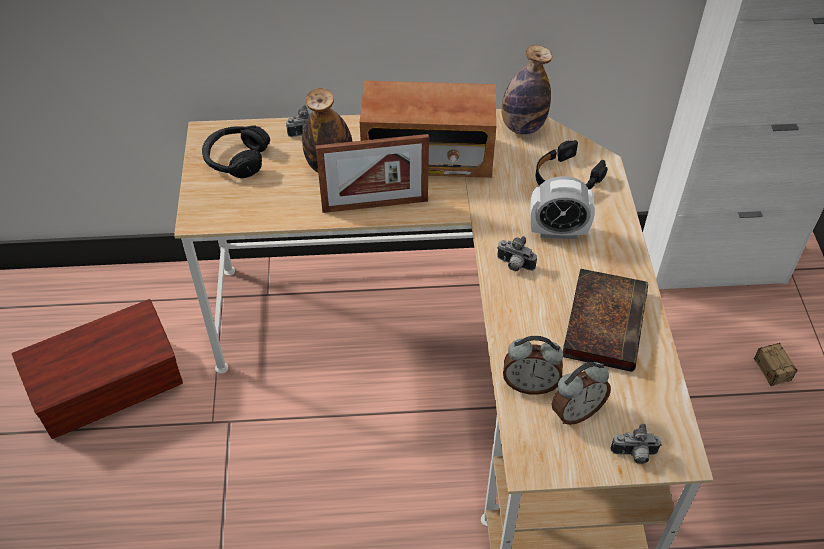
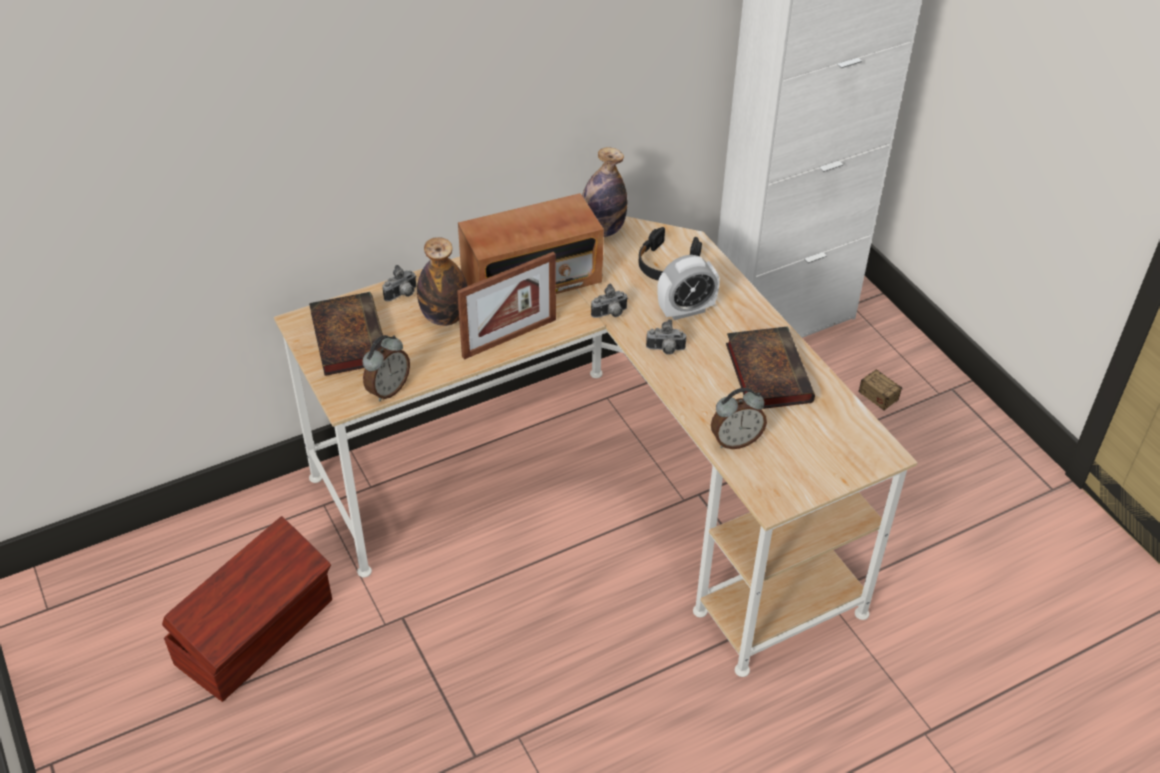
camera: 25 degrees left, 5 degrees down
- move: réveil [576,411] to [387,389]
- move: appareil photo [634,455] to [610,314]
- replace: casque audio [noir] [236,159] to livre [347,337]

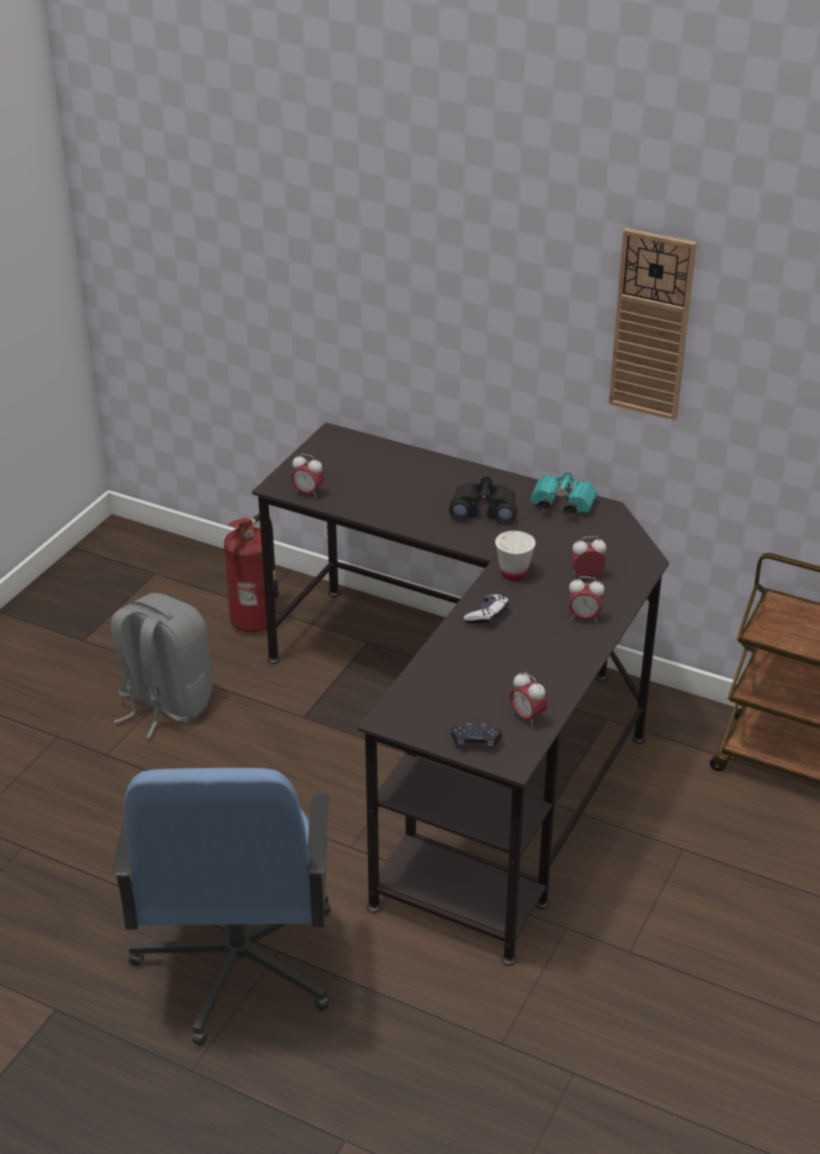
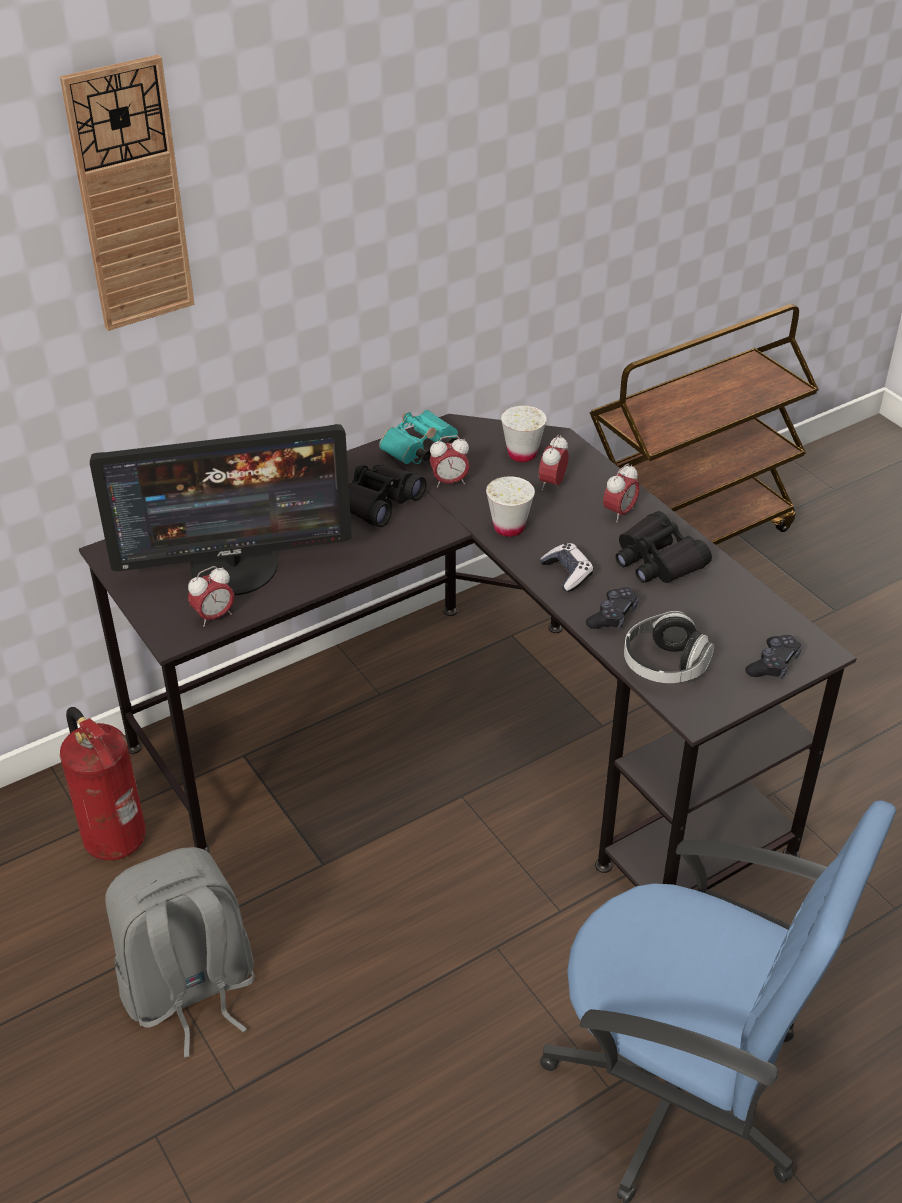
camera: 60 degrees left, 5 degrees up
- insert: écran d'ordinateur [235,566]
- insert: tasse [blanc] [522,454]
- insert: manette [noir] [612,616]
- insert: jumelles [noir] [657,560]
- insert: casque audio [664,665]
- move: réveil [527,717] to [449,482]
- move: horloge murale [651,325] to [130,197]

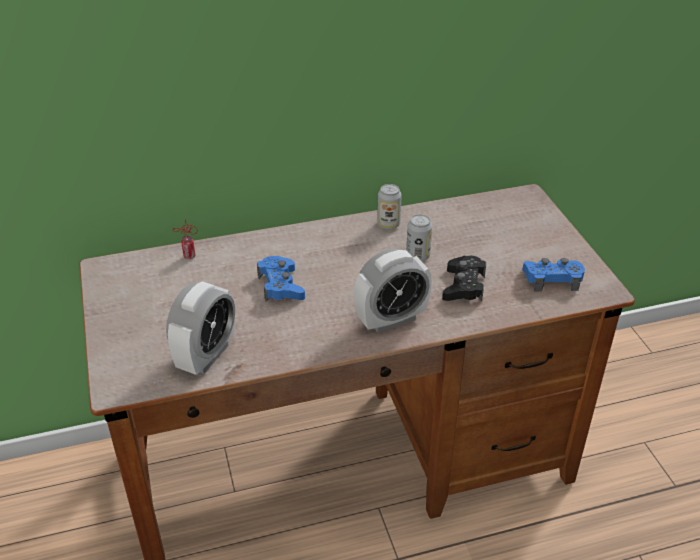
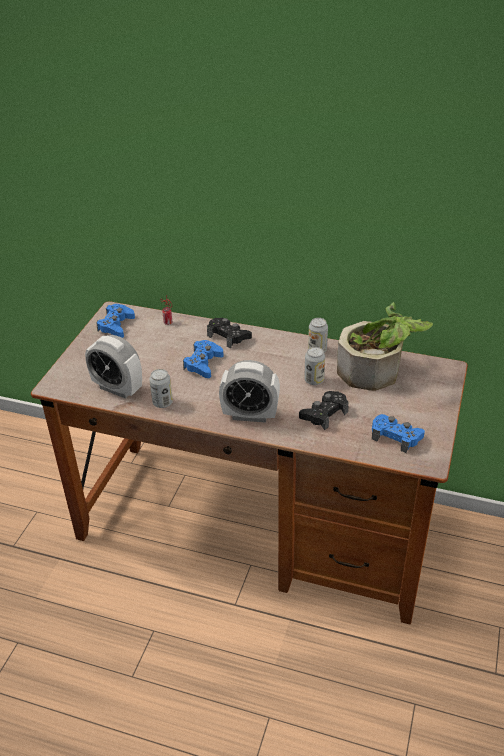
camera: 35 degrees right, 0 degrees up
- insert: manette [bleu] [116,325]
- insert: boîte métallique [162,403]
- insert: manette [noir] [228,336]
- insert: plante en pot [377,371]
- rotate: réveil [206,356] = [117,388] 60 degrees clockwise

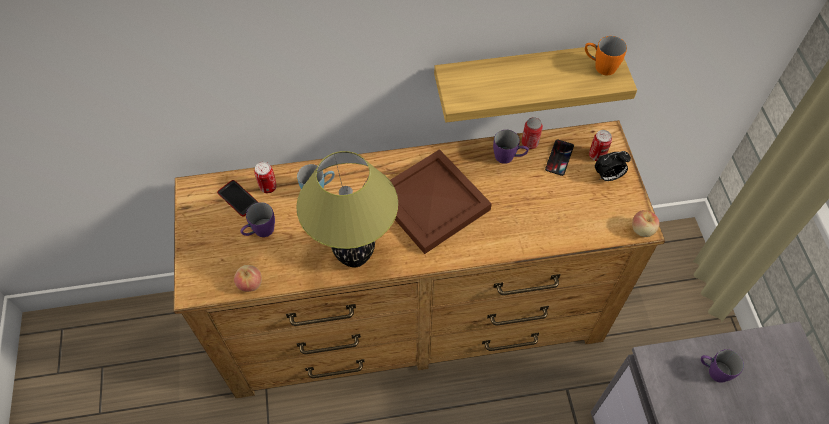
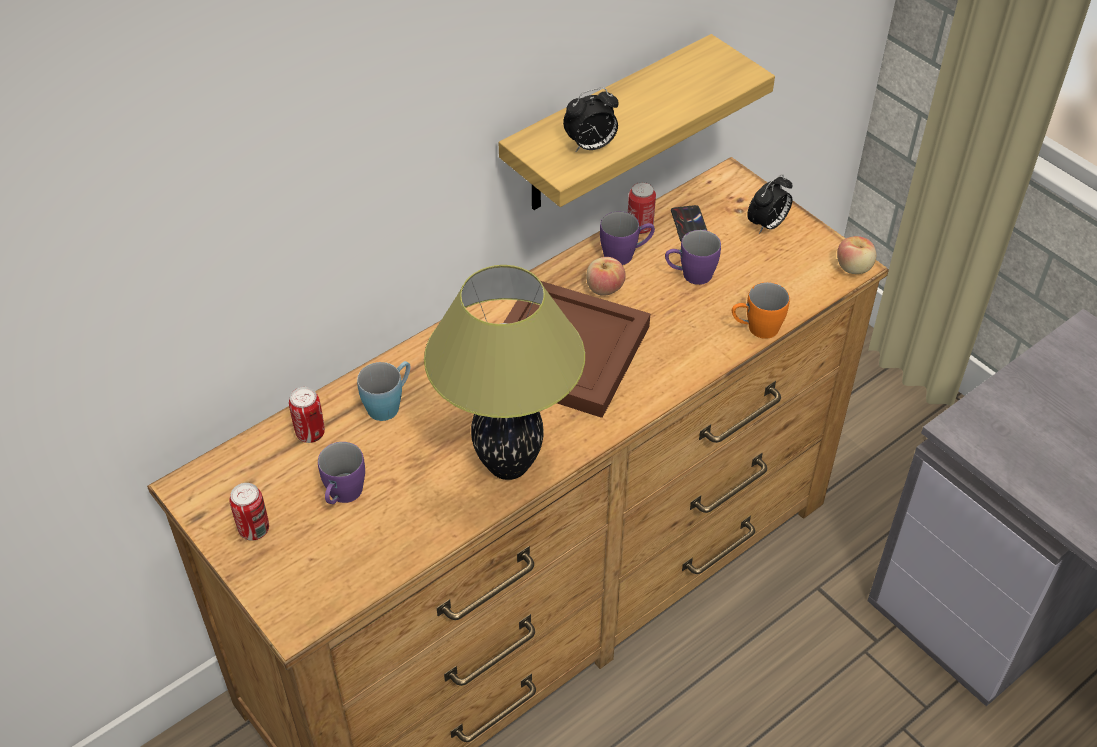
camera: 30 degrees left, 10 degrees down
- delete: téléphone [238,198]
- insert: réveil [591,146]
- move: pomme [250,284] to [604,289]
- move: mug [orange] [600,66] to [756,329]
- move: boîte métallique [596,155] to [254,529]
- move: mug [violet] [713,371] to [690,275]

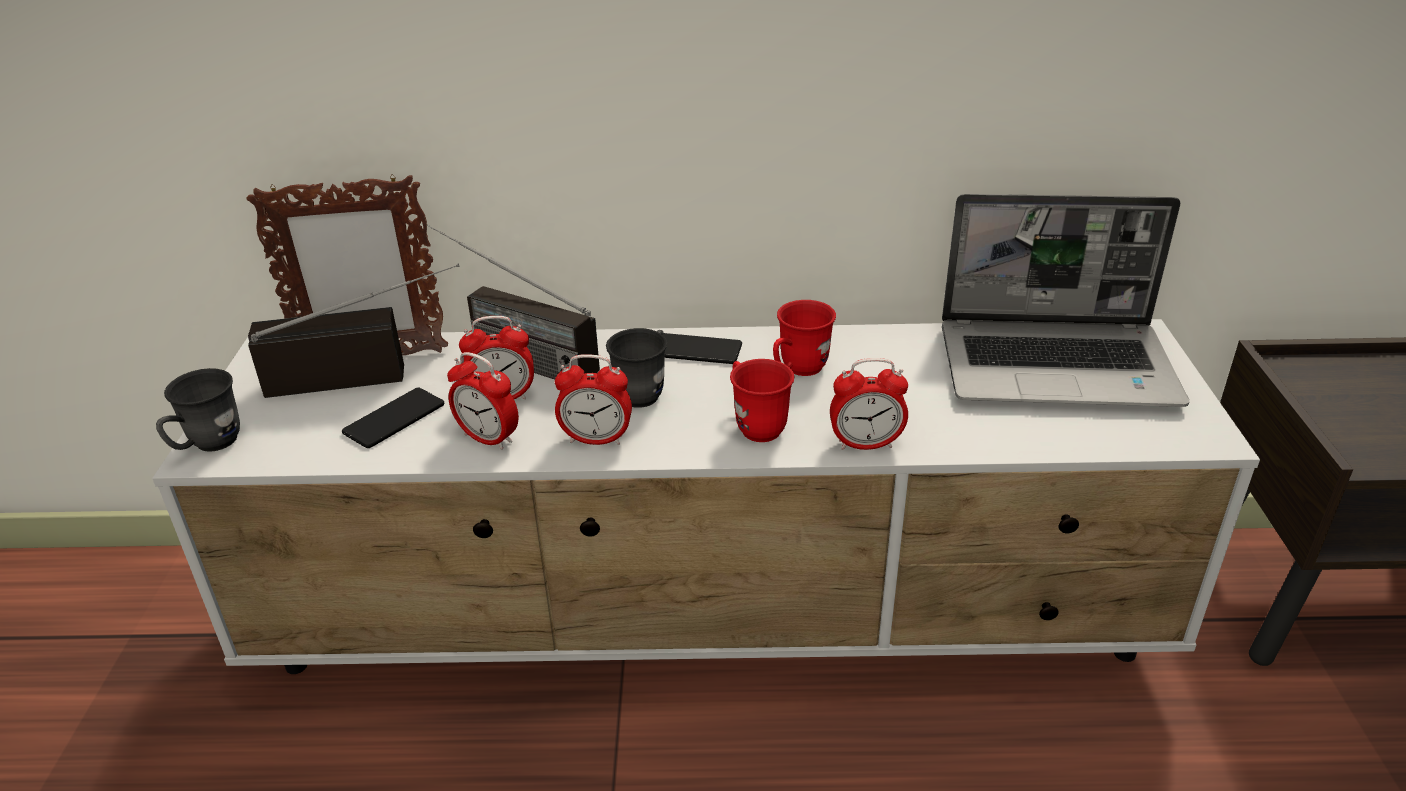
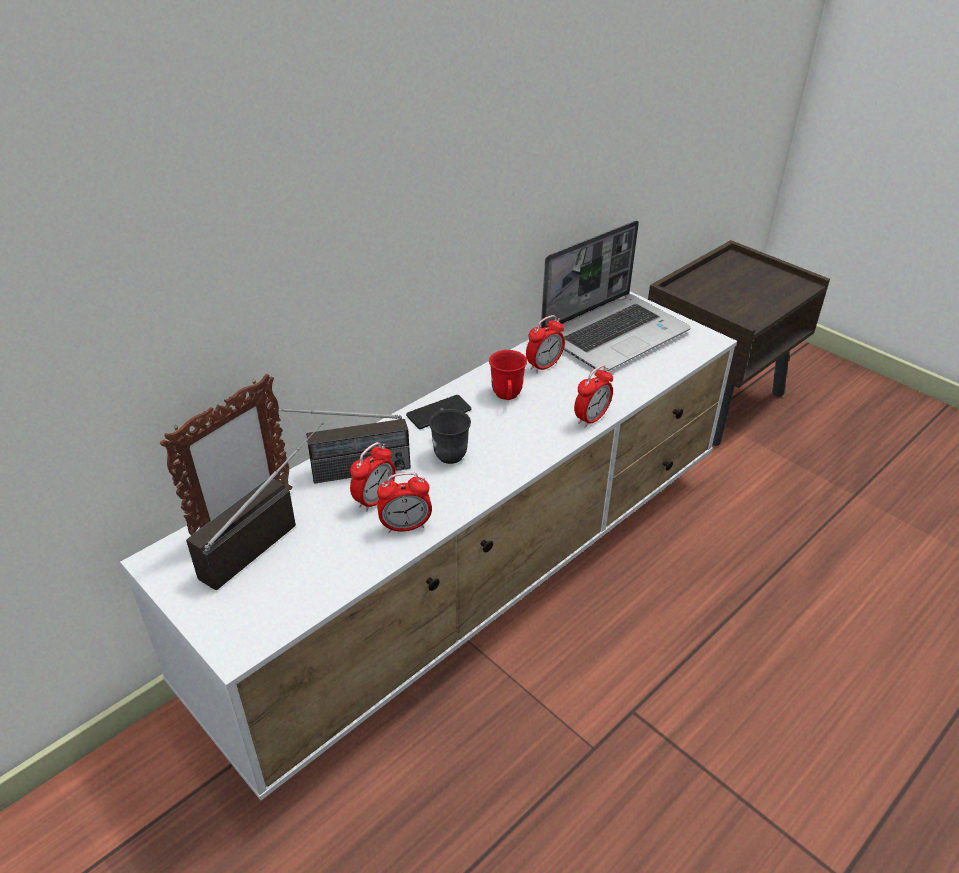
camera: 45 degrees left, 5 degrees up
- delete: mug [gris] [207,446]
- delete: téléphone [394,419]
- delete: mug [rouge] [755,425]
- move: réveil [596,439] to [544,366]

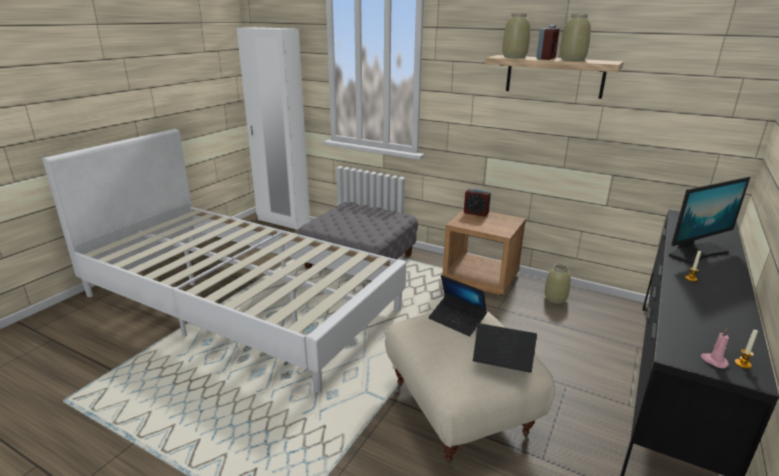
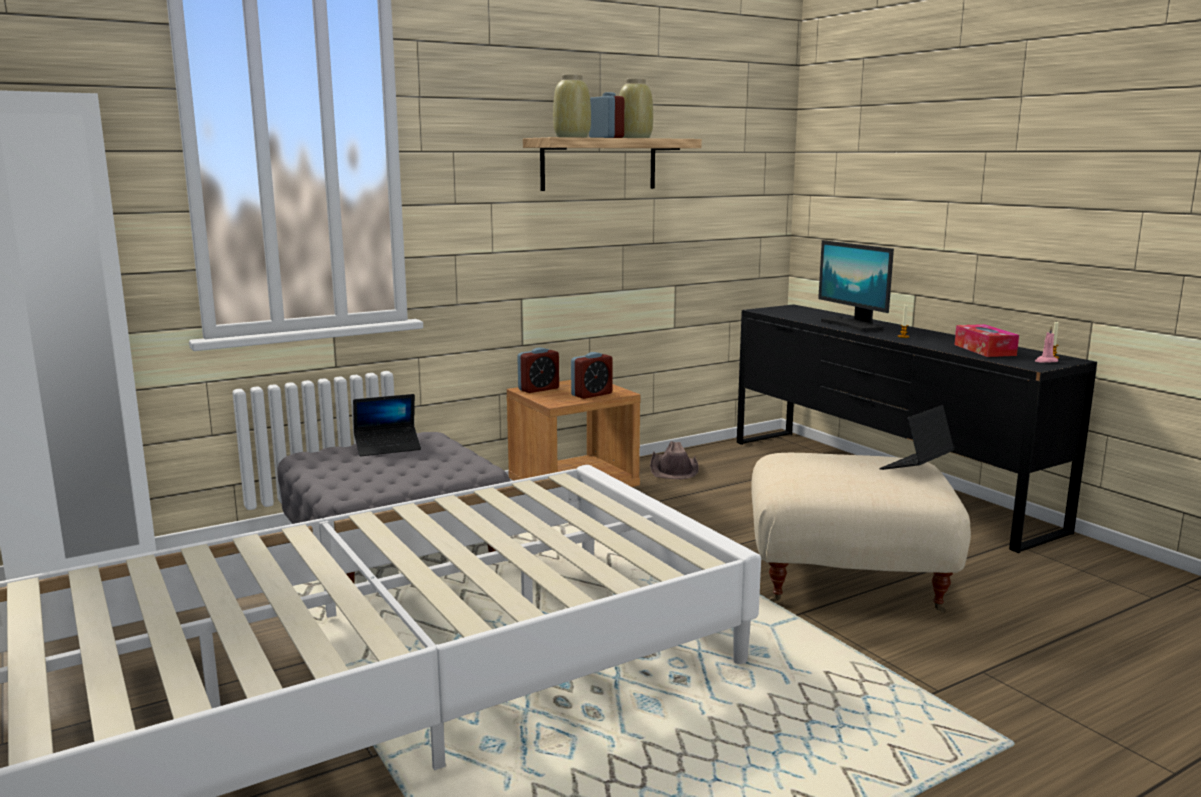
camera: 60 degrees left, 10 degrees down
- insert: réveil [591,394]
- insert: boîte à mouchoirs [984,350]
- move: ordinateur portable [457,320] to [388,447]
- replace: vase [beige] [555,298] to chapeau [marron] [673,469]
- rotate: écran d'ordinateur [696,253] = [852,325] 150 degrees clockwise

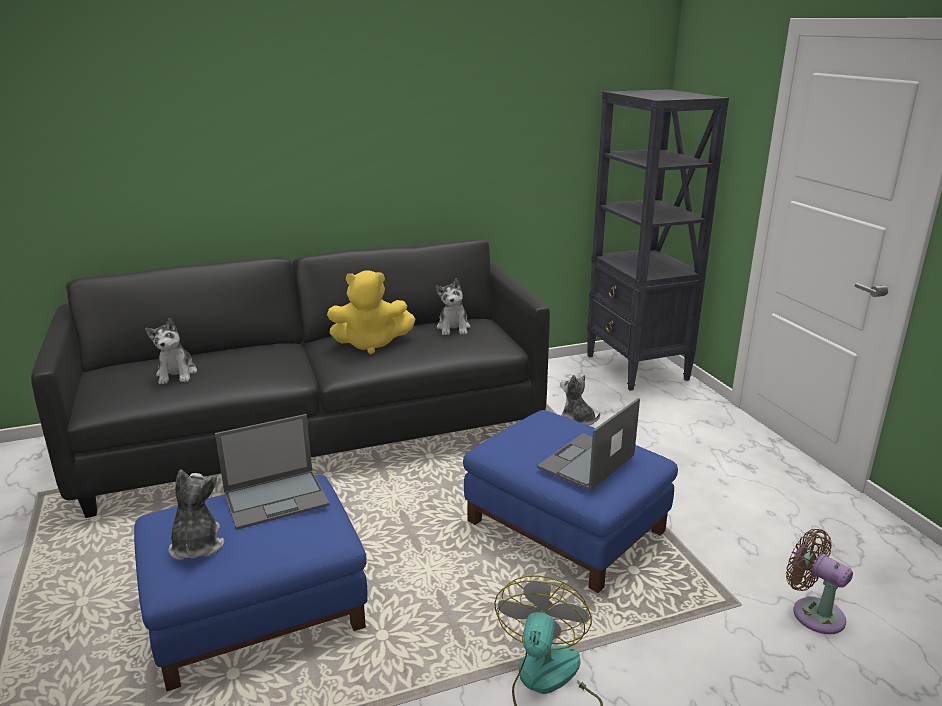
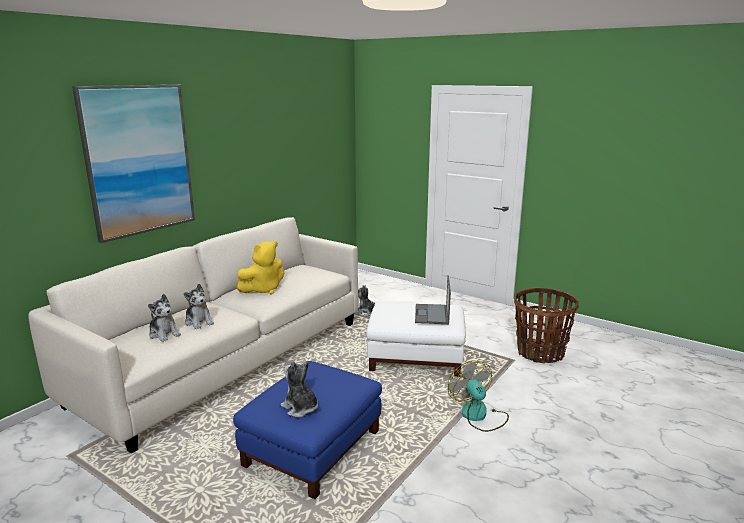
camera: 35 degrees left, 5 degrees down
- delete: ordinateur portable [277,498]
- delete: bibliothèque [noir] [637,368]
- insert: tableau [139,160]
- move: peluche [453,328] to [199,322]
- replace: ventilateur [marron] [813,612] to panier [540,353]
- recolor: canapé [noir] [315,433] to canapé [blanc] [227,360]
- recolor: pouf [bleu] [566,527] to pouf [blanc] [416,357]

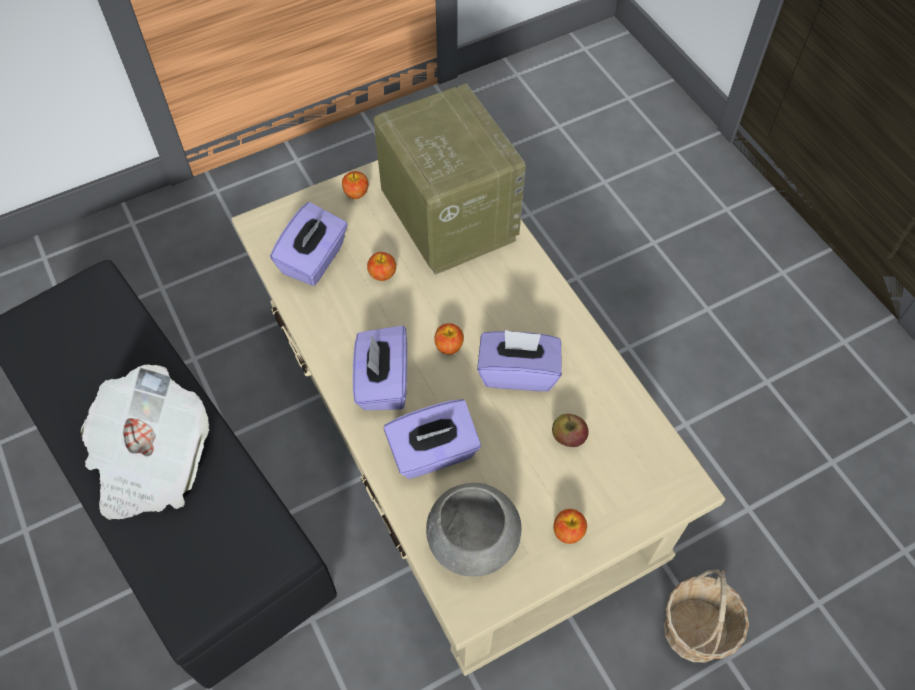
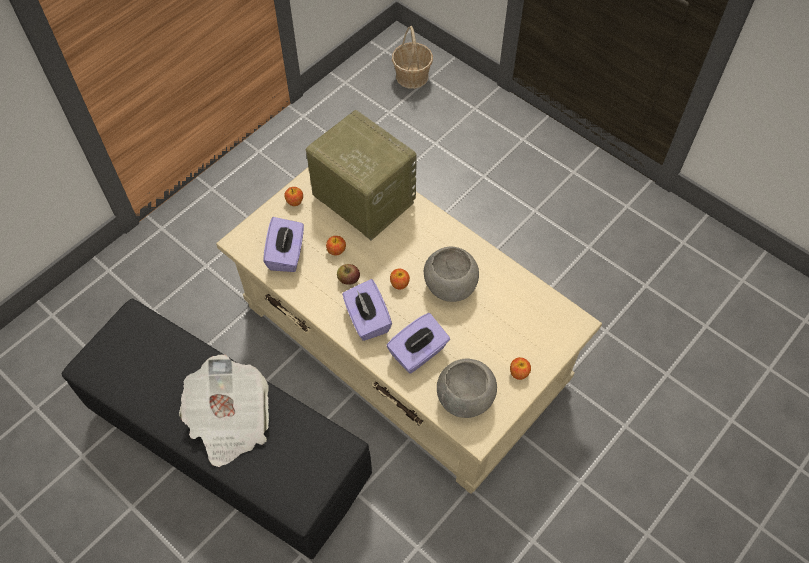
camera: 20 degrees left, 0 degrees up
- move: pomme [568,437] to [348,279]
- move: panier [696,629] to [412,76]
- replace: boîte à mouchoirs [violet] [518,372] to bol [gris] [449,286]

